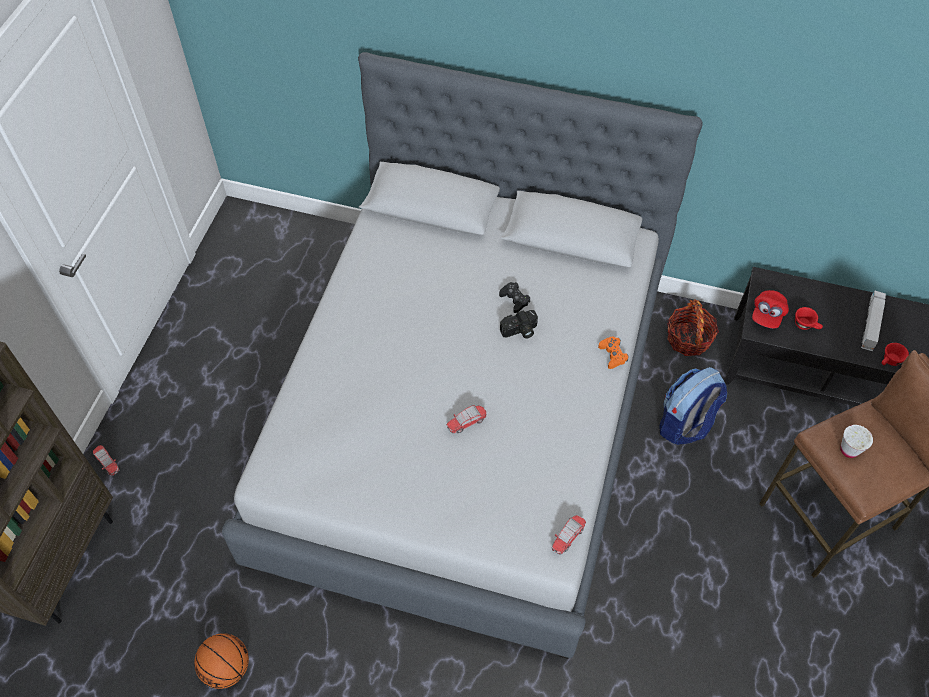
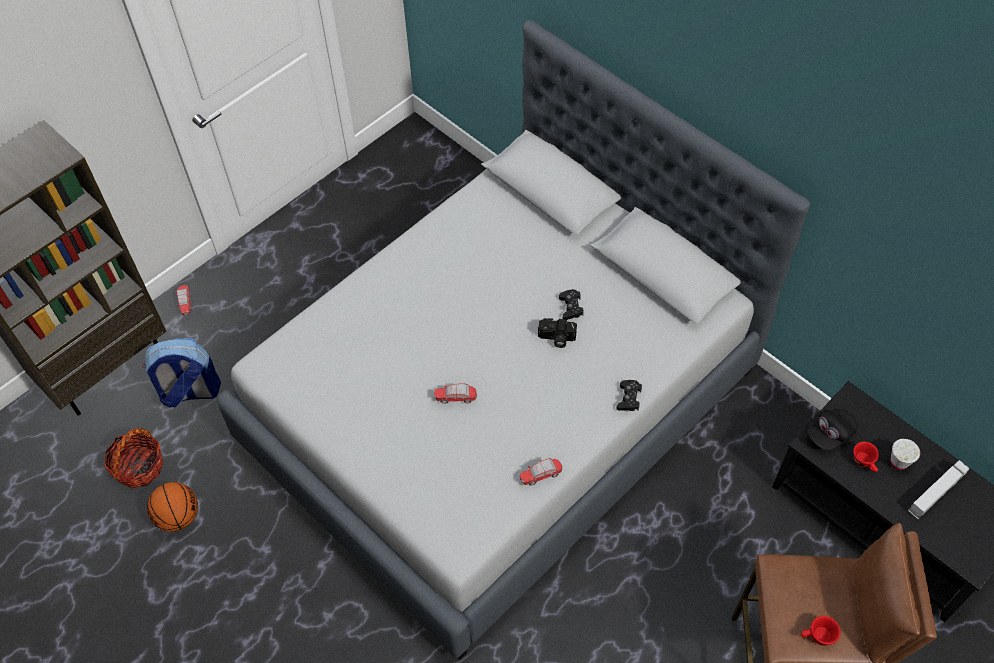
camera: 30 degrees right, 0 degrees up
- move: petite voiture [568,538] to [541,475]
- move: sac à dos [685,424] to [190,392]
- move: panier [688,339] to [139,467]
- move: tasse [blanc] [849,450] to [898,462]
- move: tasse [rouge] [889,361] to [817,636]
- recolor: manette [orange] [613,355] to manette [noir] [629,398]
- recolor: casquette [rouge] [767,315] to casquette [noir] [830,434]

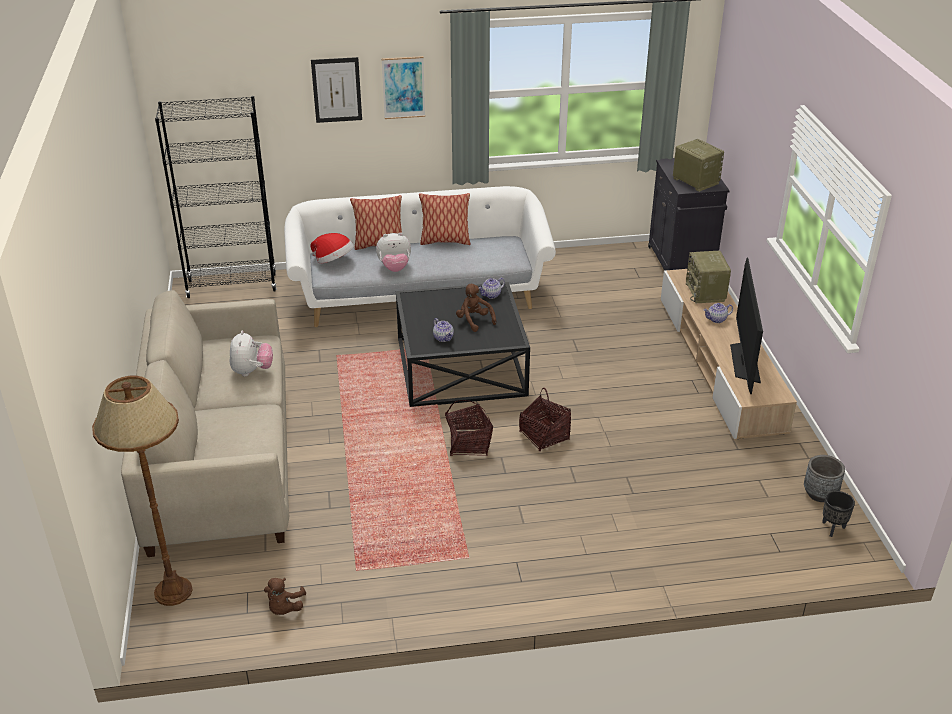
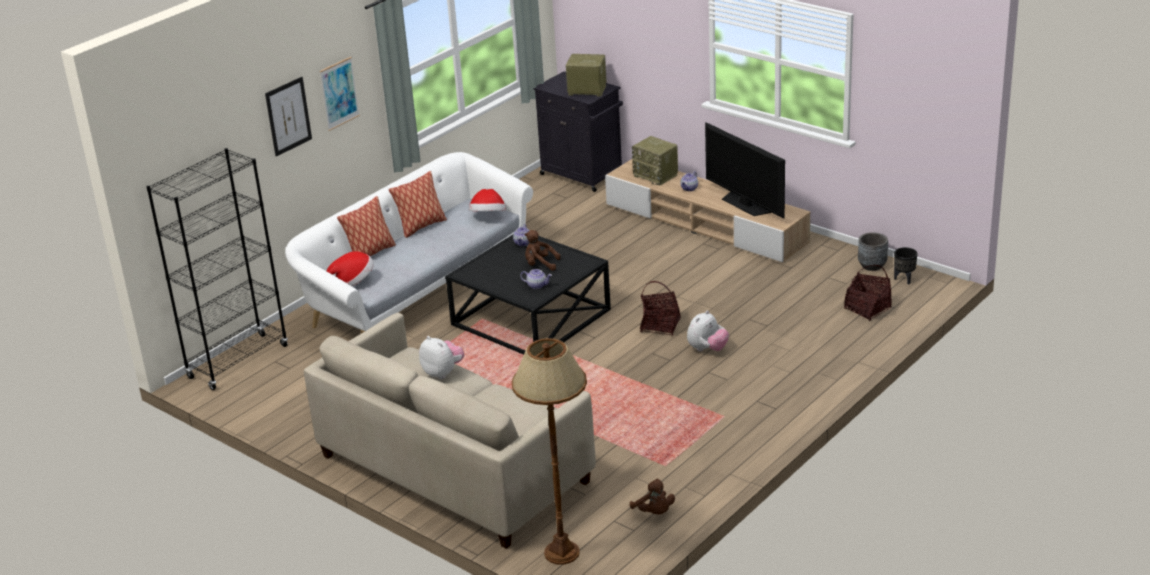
camera: 40 degrees left, 5 degrees down
- insert: chapeau [488,217]
- move: peluche [394,268] to [707,349]
- move: panier [468,444] to [867,309]

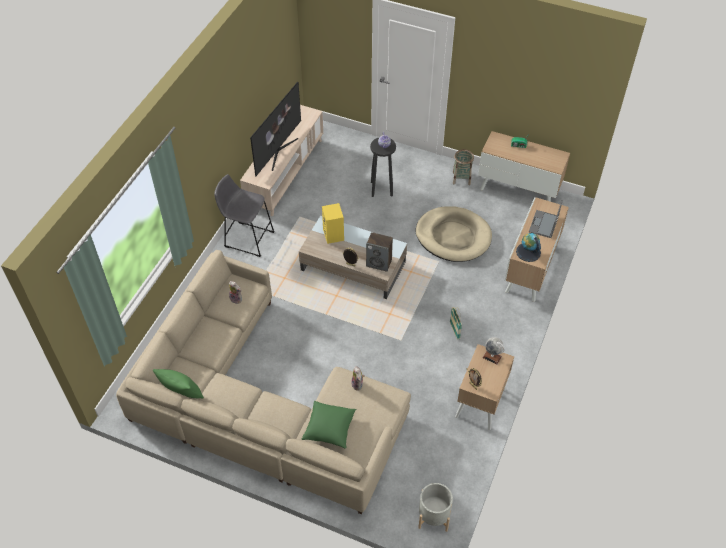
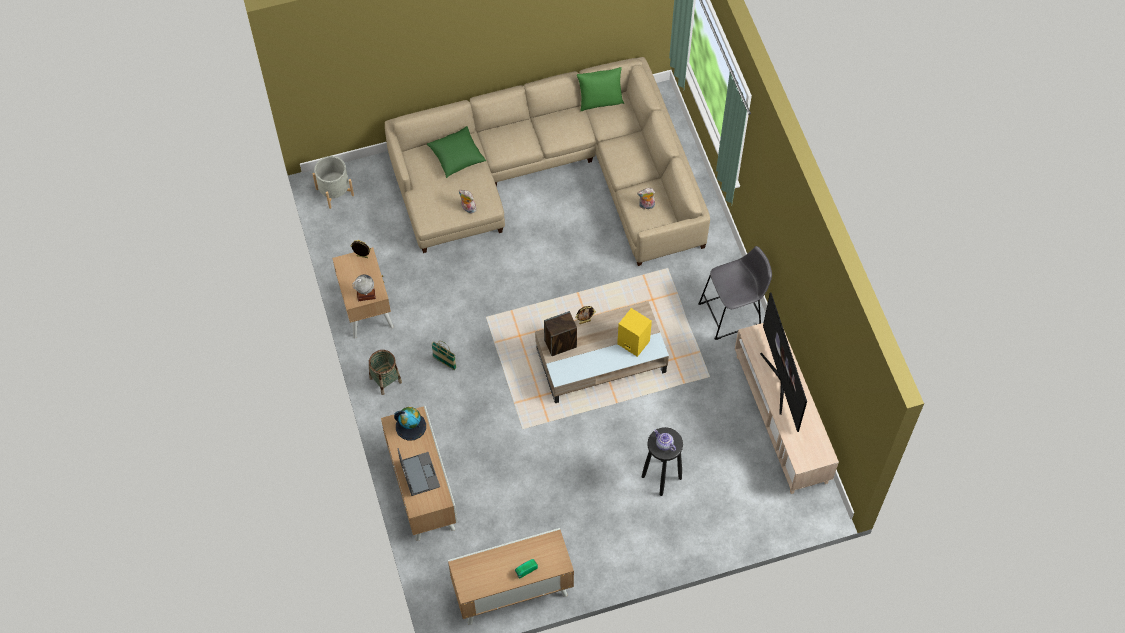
camera: 140 degrees right, 10 degrees up
- delete: panier pour chien [beige] [453,236]
- move: panier [461,178] to [385,380]

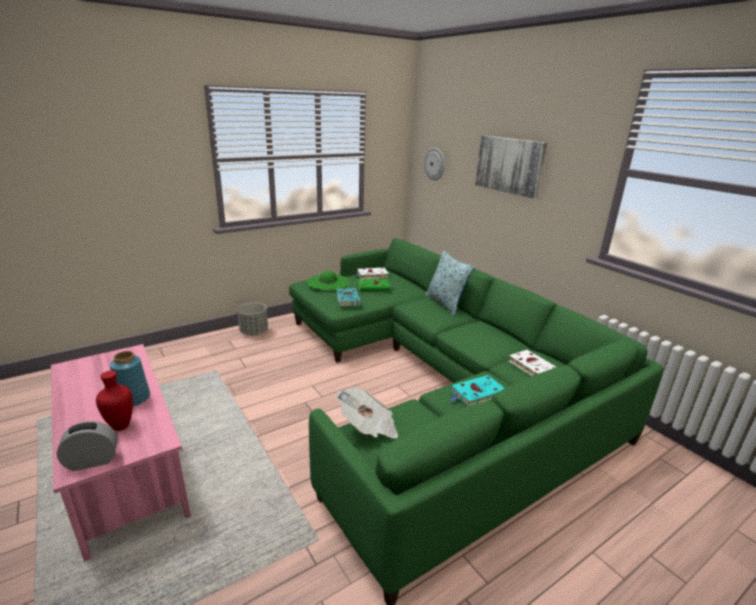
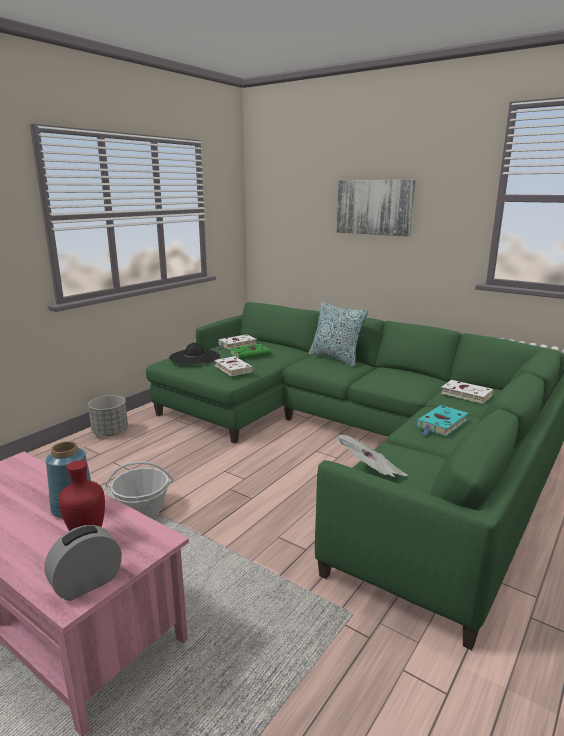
camera: 20 degrees left, 5 degrees down
- delete: horloge murale [435,164]
- insert: panier [142,510]
- recolor: chapeau [vert] [328,282] to chapeau [noir] [194,357]
- recolor: livre [turquoise] [347,299] to livre [blanc] [232,368]

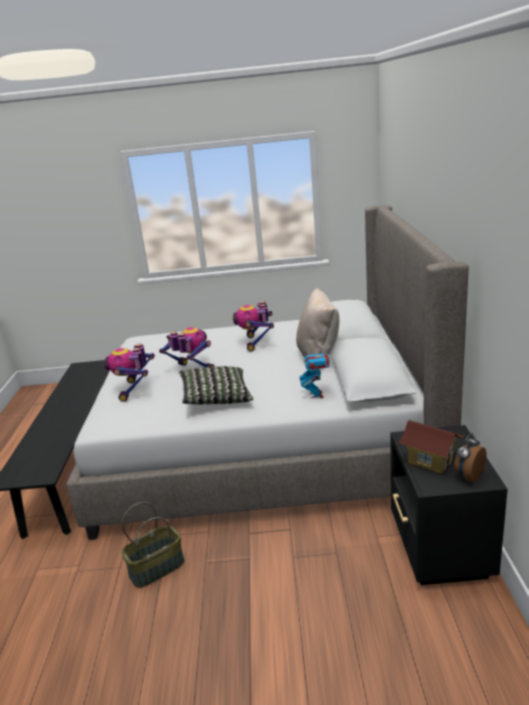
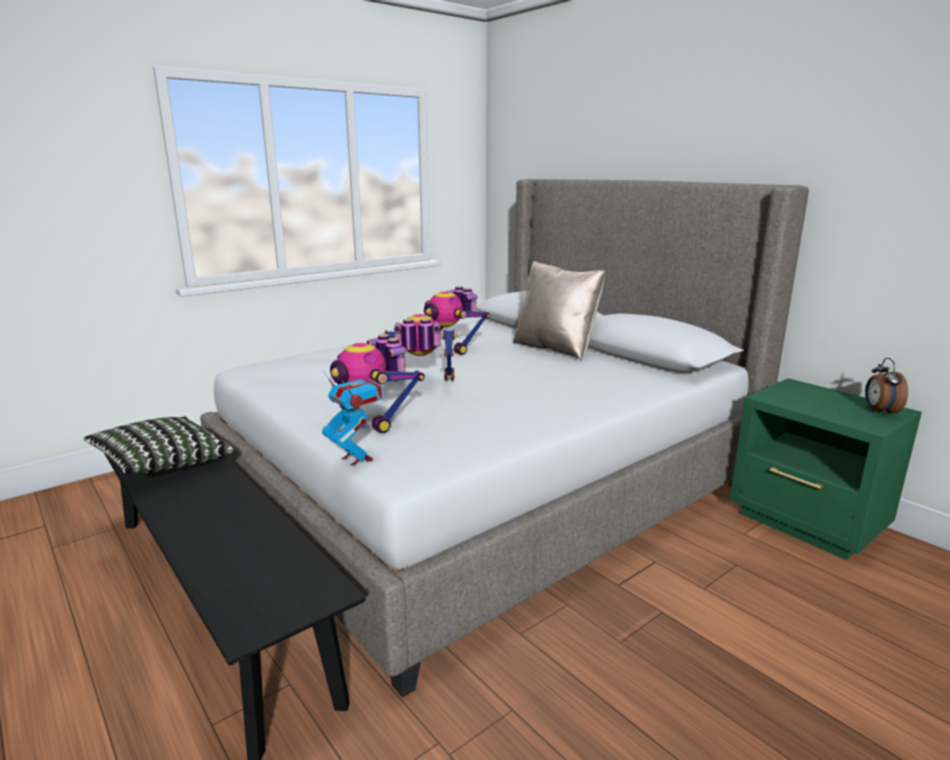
camera: 40 degrees left, 5 degrees down
- delete: panier [157,568]
- delete: maison miniature [430,461]
- move: coussin [216,398] to [163,465]
- move: robot jouet [316,395] to [357,458]
- recolor: table de chevet [noir] [439,549] to table de chevet [vert] [808,523]

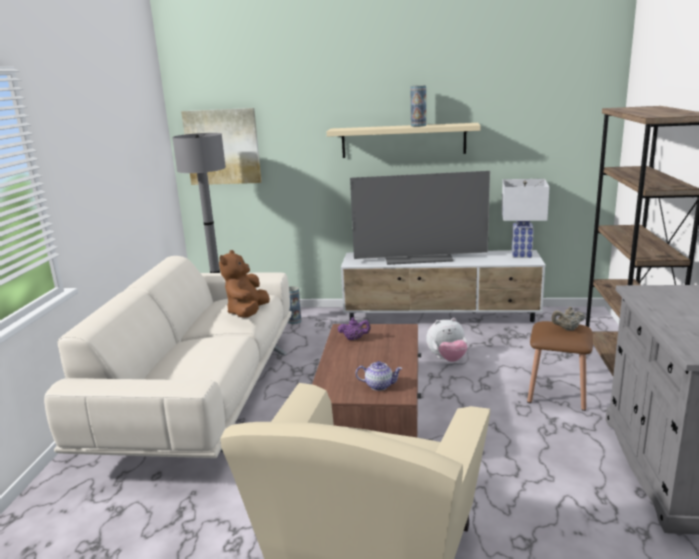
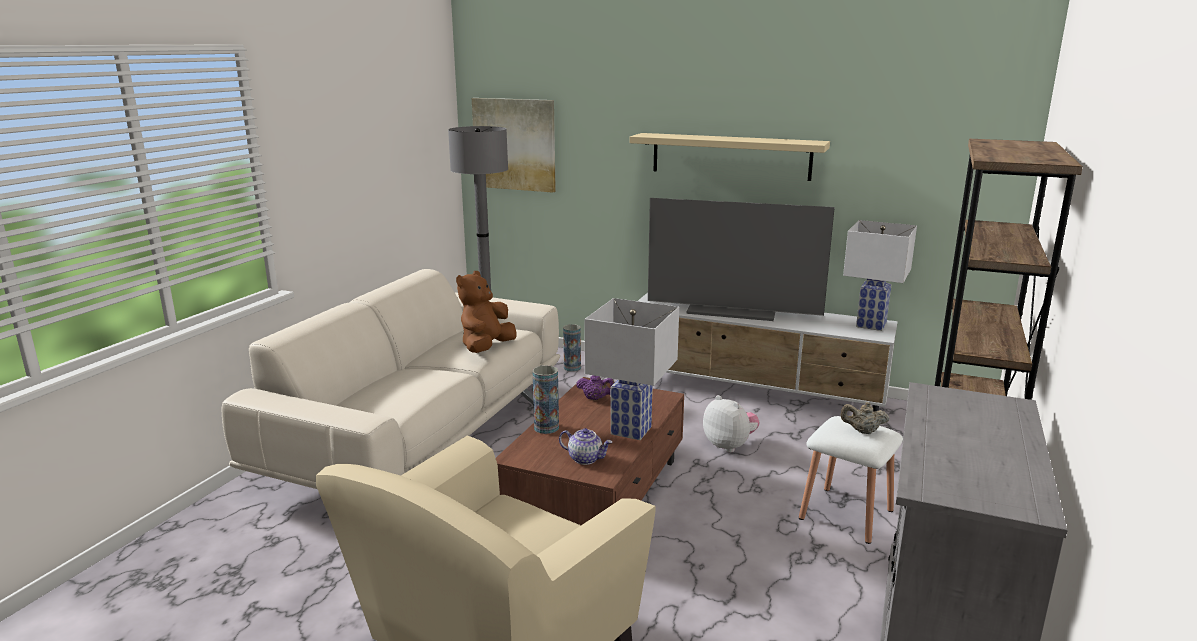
camera: 15 degrees right, 0 degrees up
- insert: lampe de table [blanc] [631,431]
- move: vase [418,125] to [546,428]
- recolor: tabouret [marron] [557,393] to tabouret [blanc] [846,514]
- rotate: peluche [447,359] = [729,445] 135 degrees counterclockwise

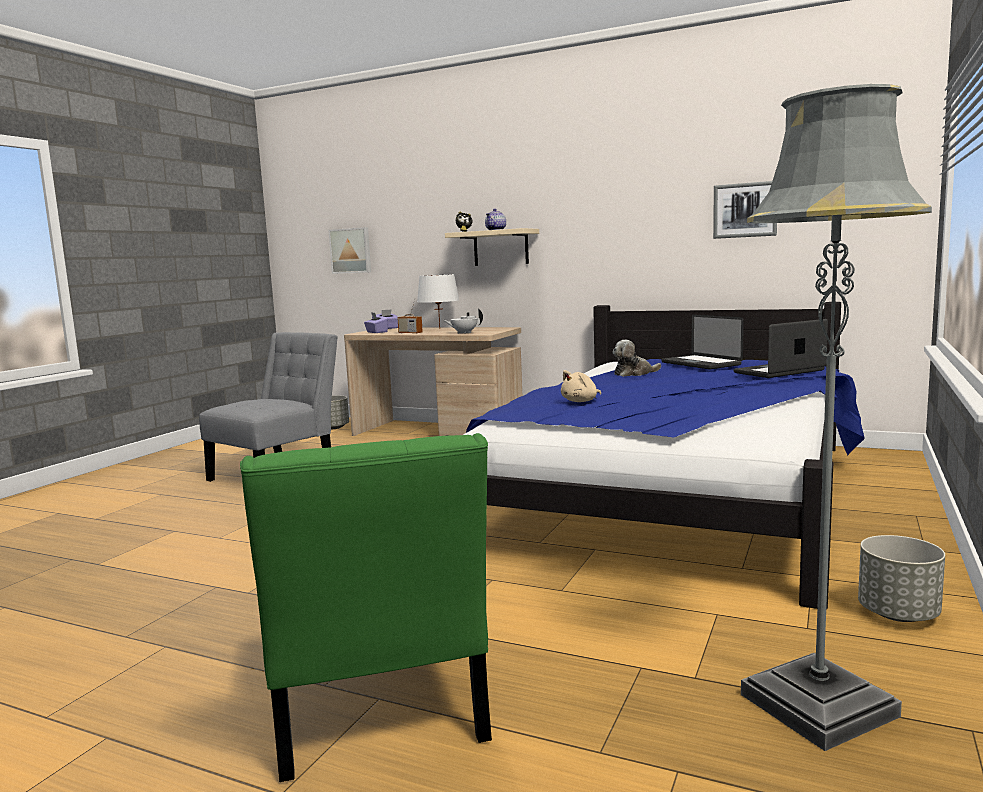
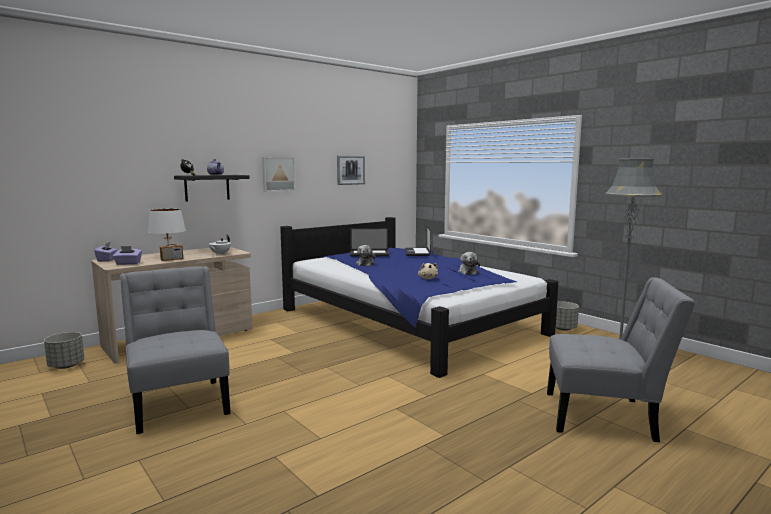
camera: 65 degrees left, 0 degrees up
- insert: peluche [467,272]
- move: tableau [351,250] to [278,174]
- recolor: chaise [vert] [378,712] to chaise [gris] [606,416]
- recolor: étagère [beige] [501,248] to étagère [noir] [207,187]

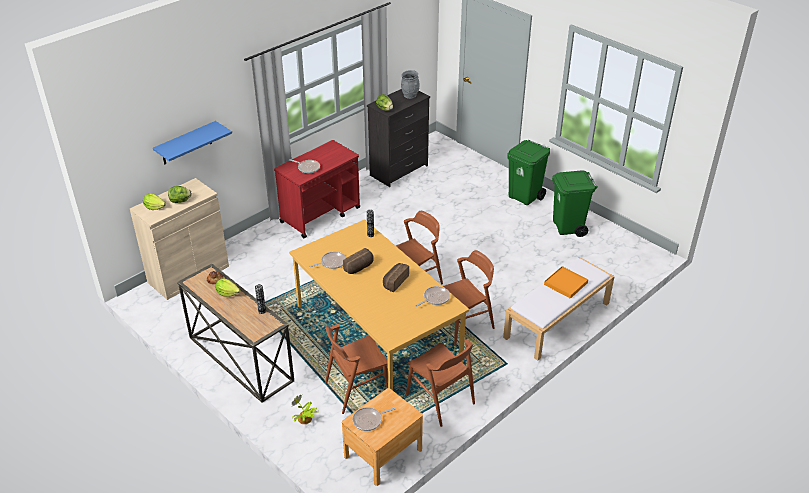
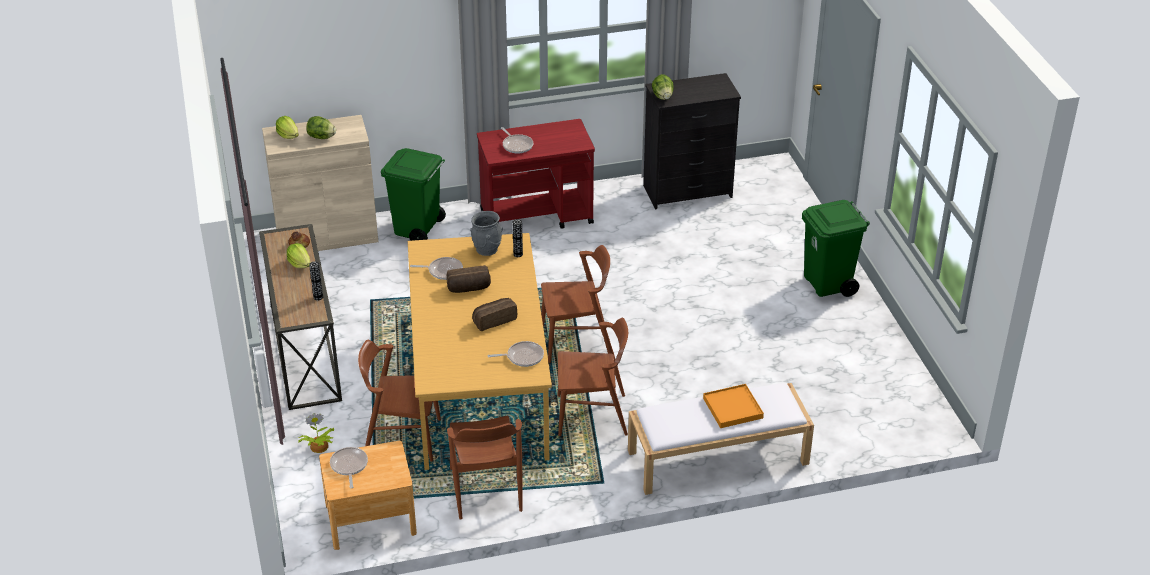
camera: 30 degrees right, 0 degrees up
- delete: étagère [bleu] [186,143]
- move: vase [gris] [410,95] to [487,249]
- move: poubelle [vert] [568,227] to [417,230]
- rotate: poêle [369,420] = [349,466] 75 degrees clockwise

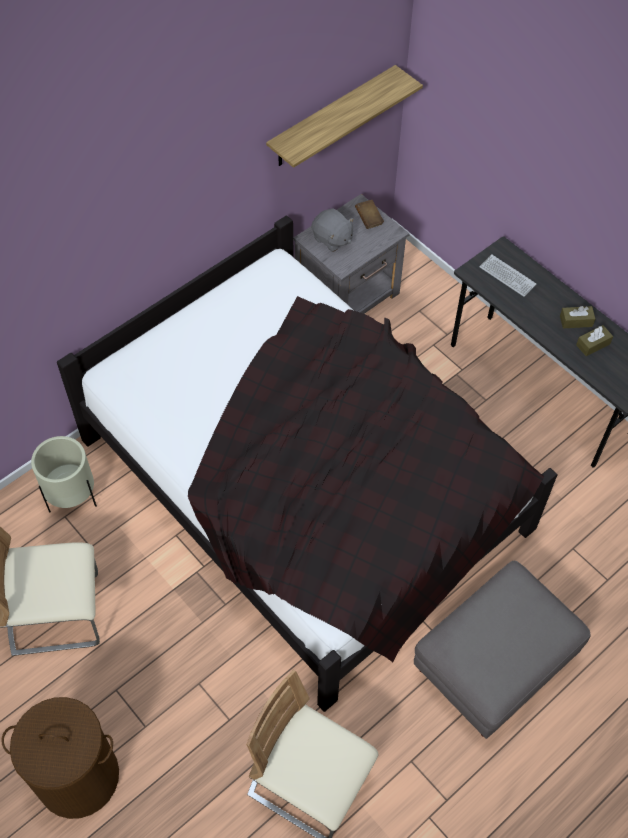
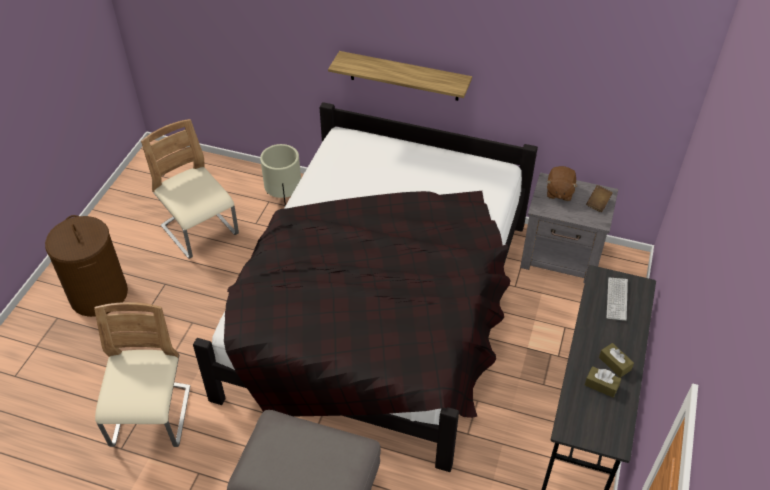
camera: 60 degrees right, 10 degrees down
- move: étagère [332,117] to [404,76]
- recolor: peluche [gris] [332,239] to peluche [marron] [559,192]

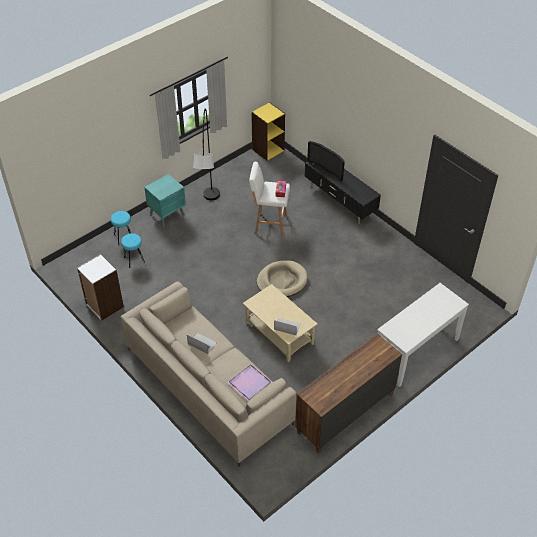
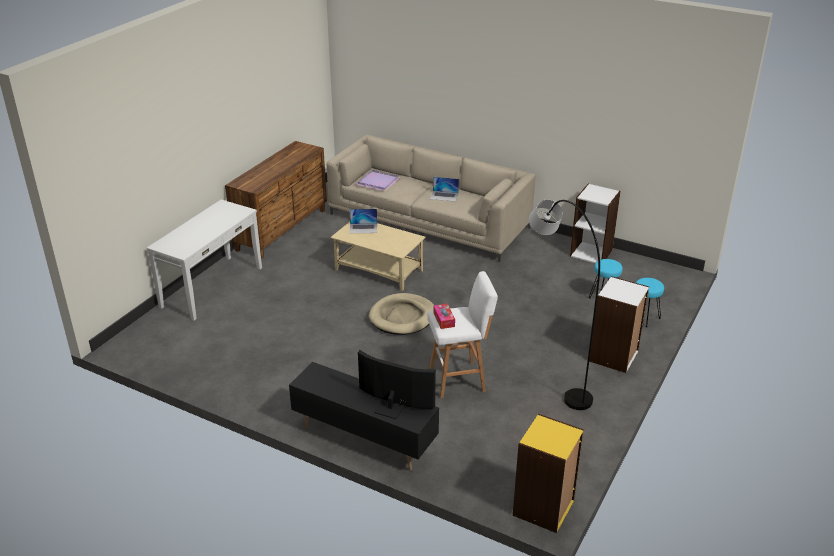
camera: 160 degrees right, 15 degrees down
- replace: table de chevet [turquoise] [167,215] to bibliothèque [blanc] [614,356]

